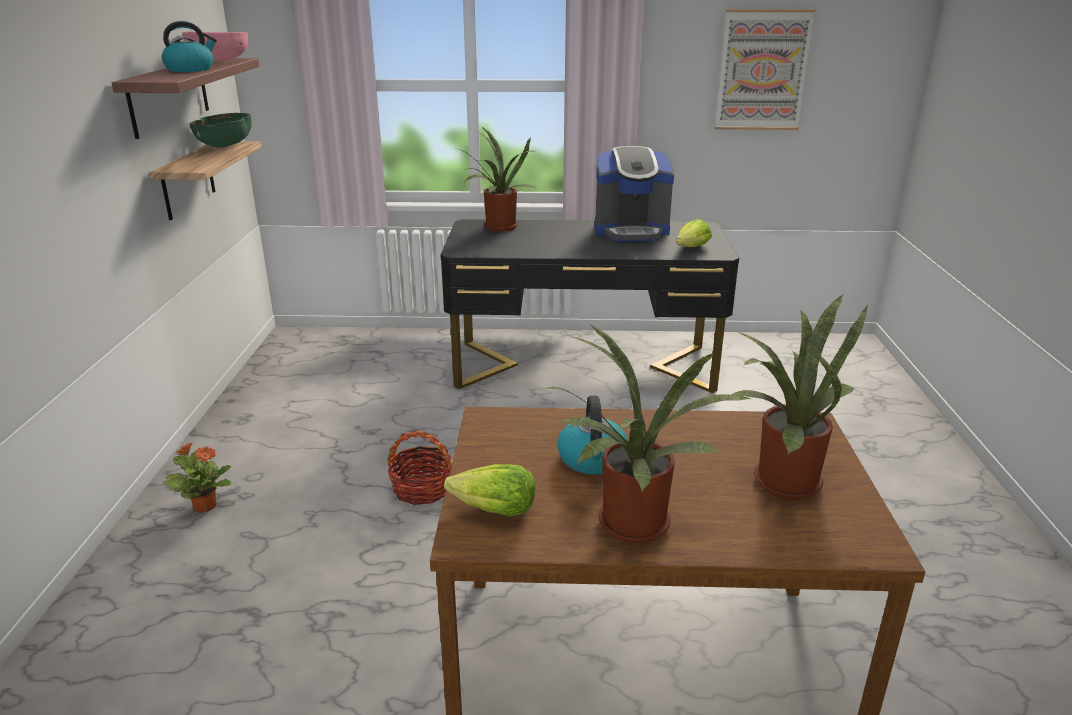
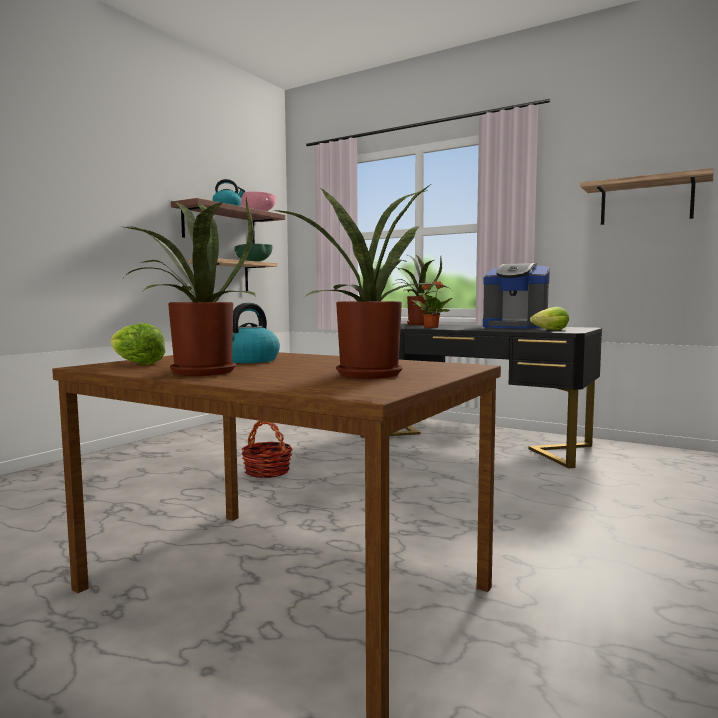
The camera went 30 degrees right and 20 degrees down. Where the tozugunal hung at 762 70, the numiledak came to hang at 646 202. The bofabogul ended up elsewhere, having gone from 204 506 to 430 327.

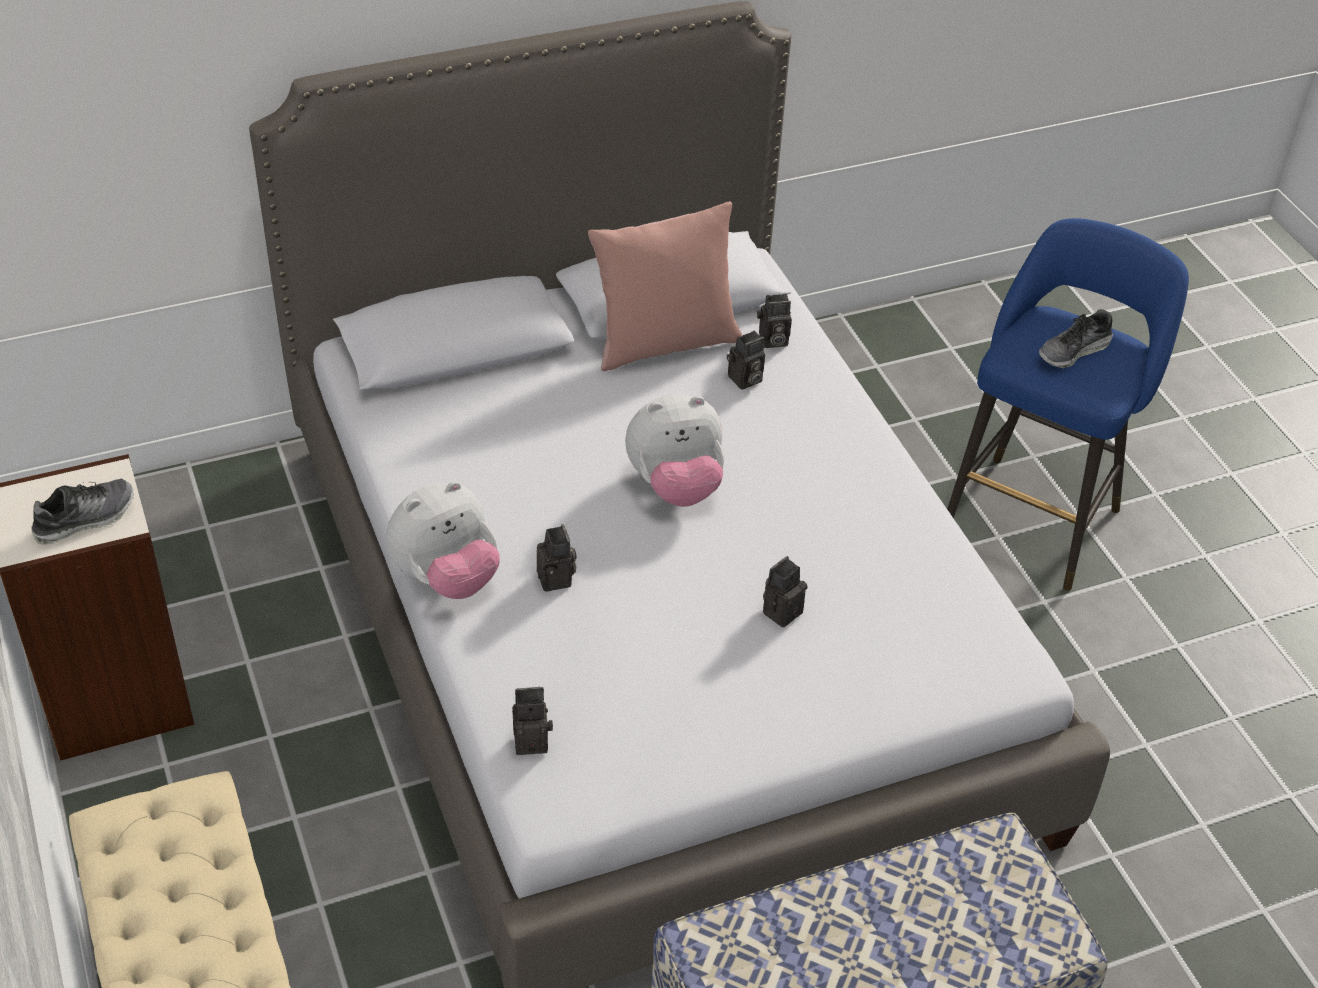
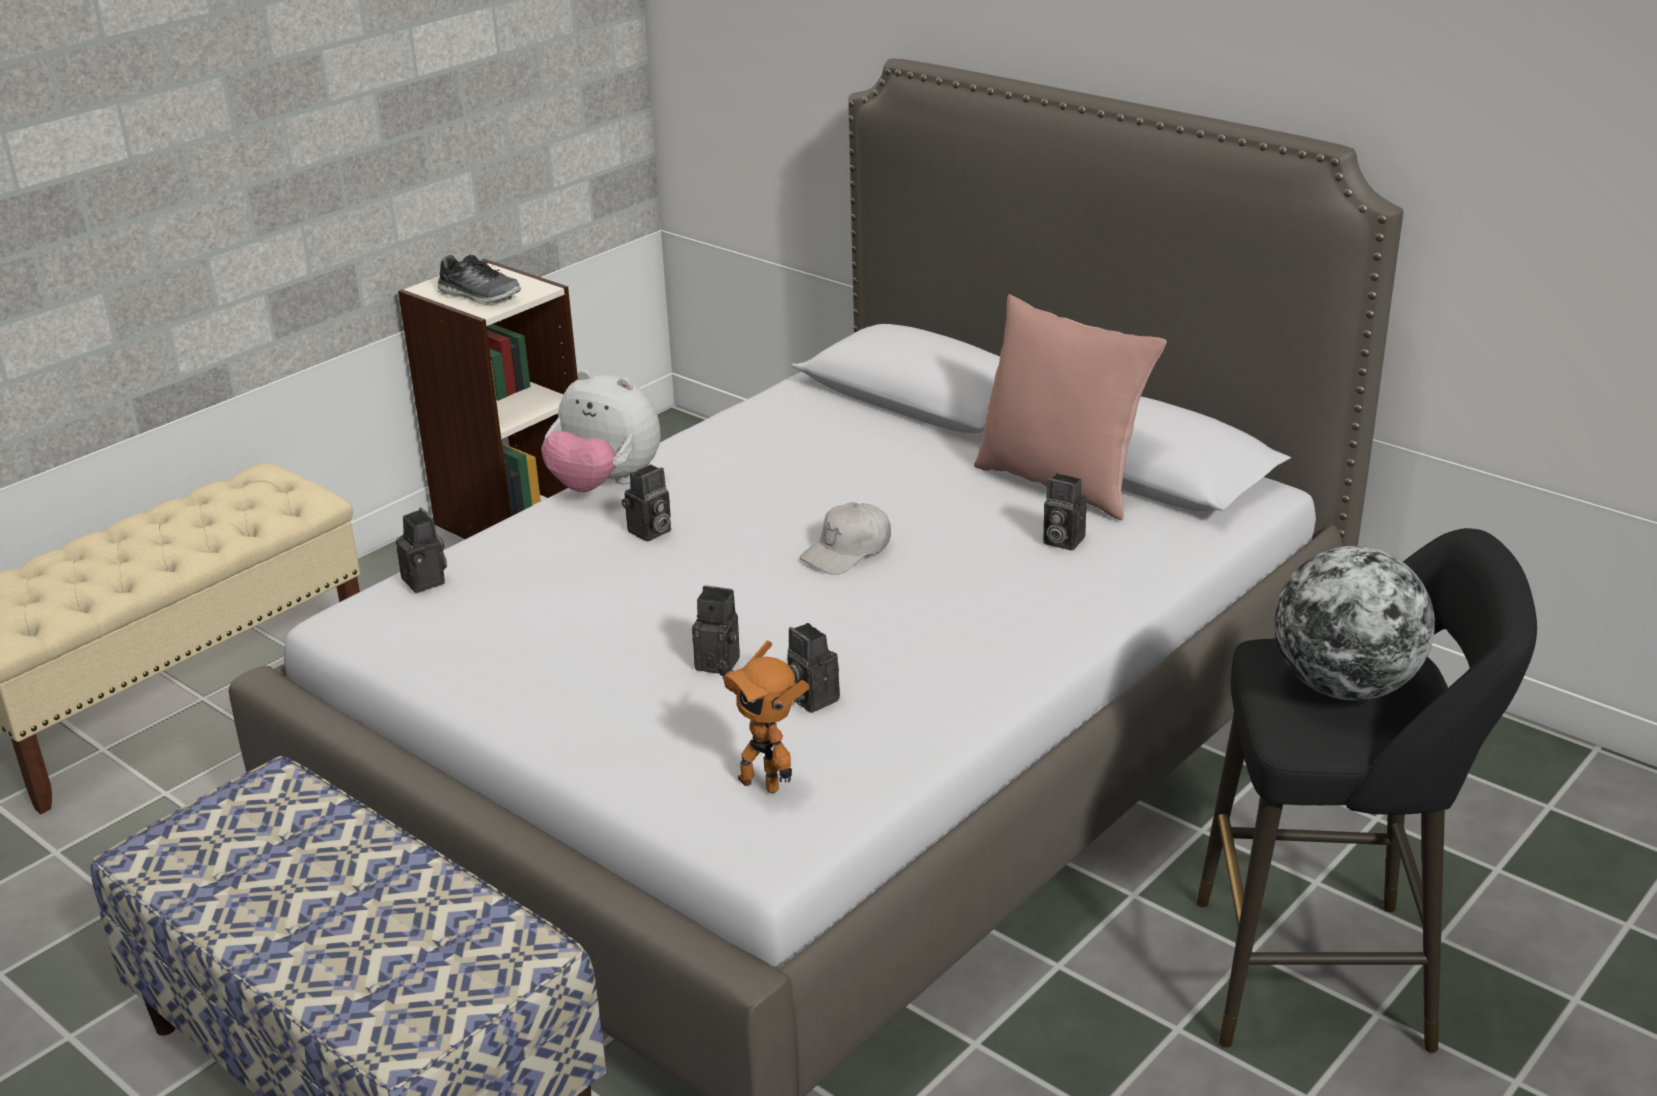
The camera went 65 degrees right and 15 degrees down. What was the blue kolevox at 1035 515 turned into the black kolevox at 1328 973. The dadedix ended up elsewhere, having gone from 772 341 to 810 698. Where the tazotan stood at 1073 351, the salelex came to stand at 1345 687. Where the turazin stood at 675 486, the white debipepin came to stand at 847 552. The second view gained the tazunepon at 762 782.

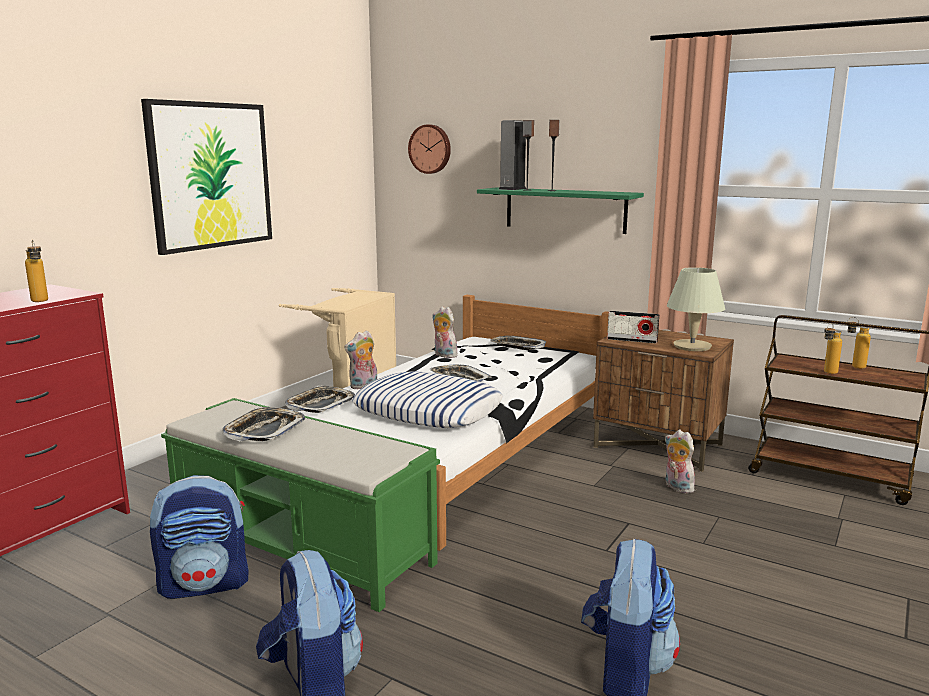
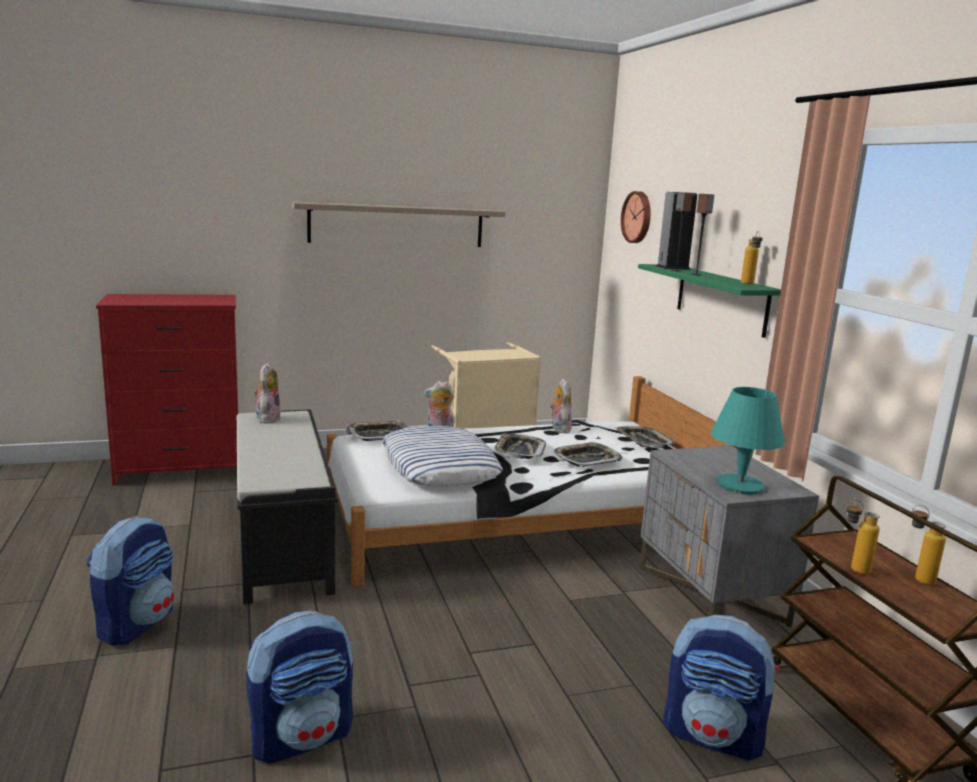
The camera went 40 degrees right and 0 degrees up. Where the tozugunal hung at 210 175, the numiledak came to hang at 397 225. The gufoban ended up elsewhere, having gone from 41 302 to 748 284. What was the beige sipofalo at 691 346 turned into the turquoise sipofalo at 739 485. The second view lost the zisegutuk at 632 340. What was the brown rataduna at 658 446 turned into the grey rataduna at 712 597. What was the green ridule at 303 547 turned into the black ridule at 282 541. The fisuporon ended up elsewhere, having gone from 264 430 to 586 460. The turazin ended up elsewhere, having gone from 676 487 to 267 418. The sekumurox ended up elsewhere, having gone from 205 584 to 713 736.

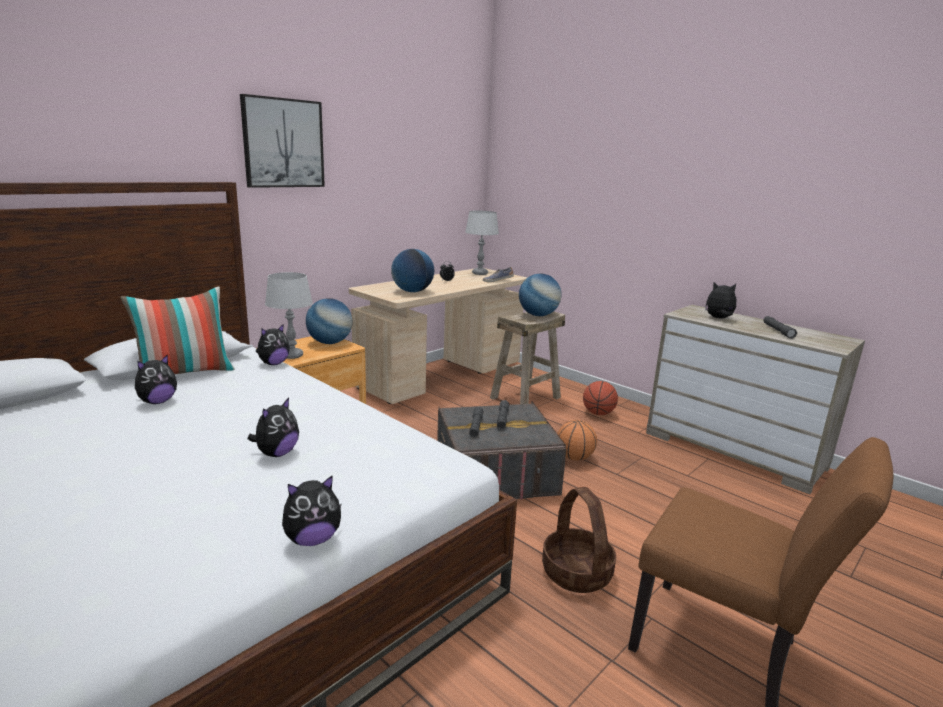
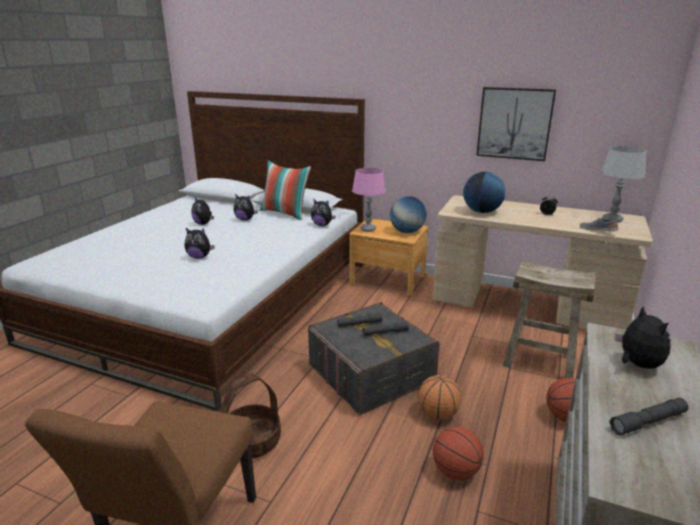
The camera went 70 degrees right and 5 degrees up. The tozugunal ended up elsewhere, having gone from 283 143 to 514 123. What was the grey sipofalo at 292 356 turned into the pink sipofalo at 368 229. The second view lost the salelex at 538 315. The turazin ended up elsewhere, having gone from 312 539 to 203 223. The second view gained the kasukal at 456 471.

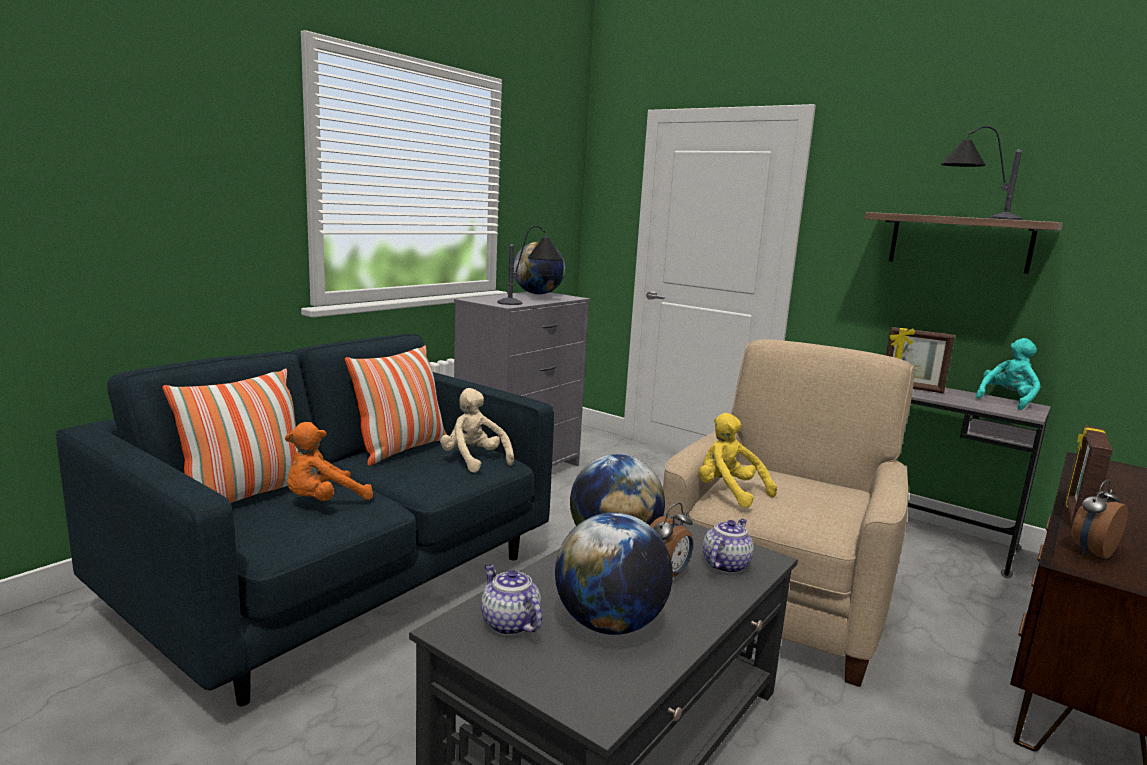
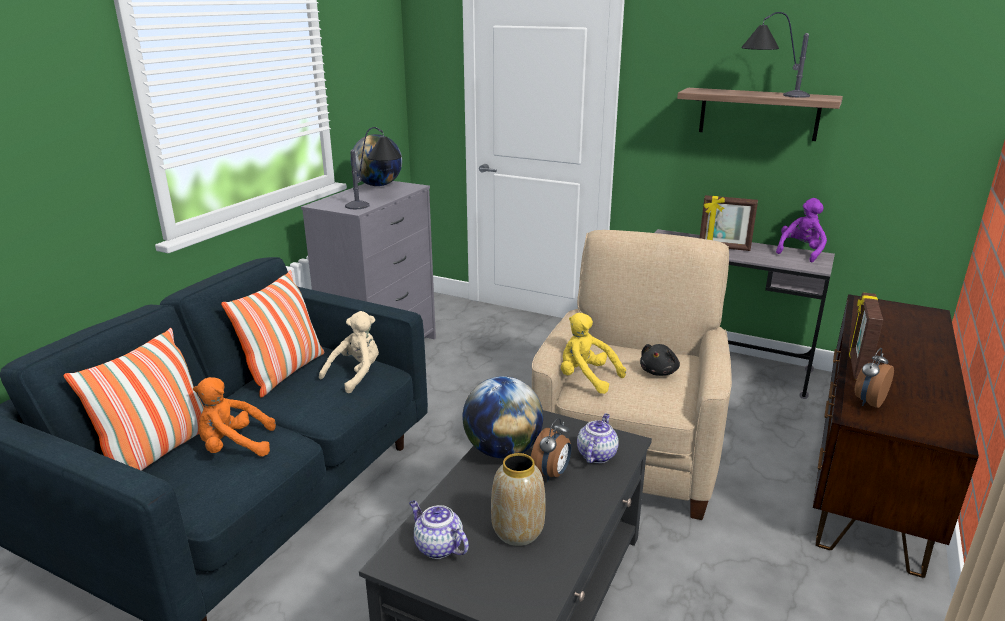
The camera went 10 degrees left and 10 degrees up. What was the turquoise turazin at 1006 400 turned into the purple turazin at 800 252. The beige turazin at 474 460 ended up facing another way, 90 degrees clockwise from before. The orange turazin at 323 502 ended up facing another way, 45 degrees clockwise from before. Where the salelex stood at 609 624, the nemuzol came to stand at 518 532. The second view gained the black turazin at 659 372.

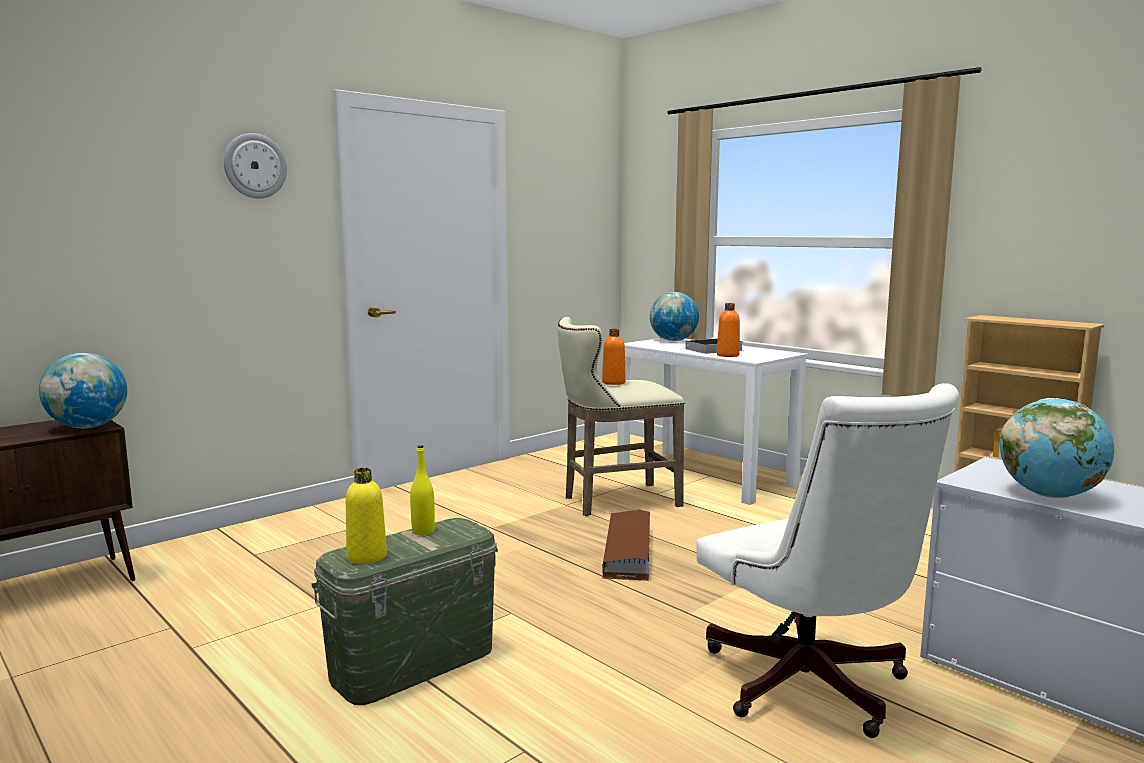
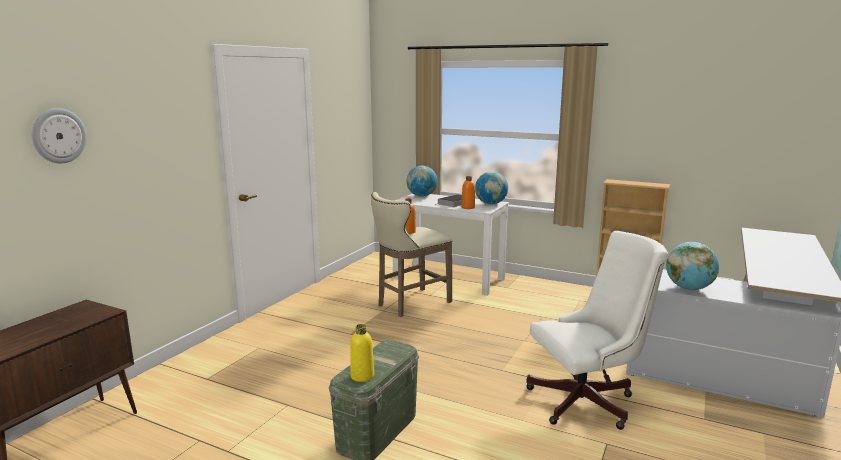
The camera went 20 degrees left and 5 degrees up. The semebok ended up elsewhere, having gone from 255 166 to 58 135. The salelex ended up elsewhere, having gone from 88 427 to 491 204. The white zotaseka at 812 689 ended up facing another way, 60 degrees counterclockwise from before. The second view lost the yellow gufoban at 423 532. The second view lost the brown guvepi at 628 552.

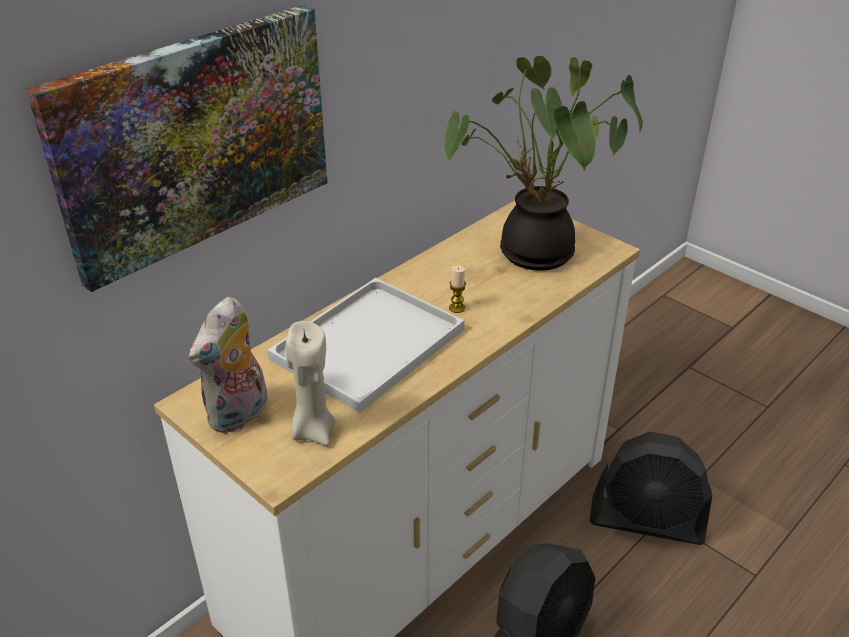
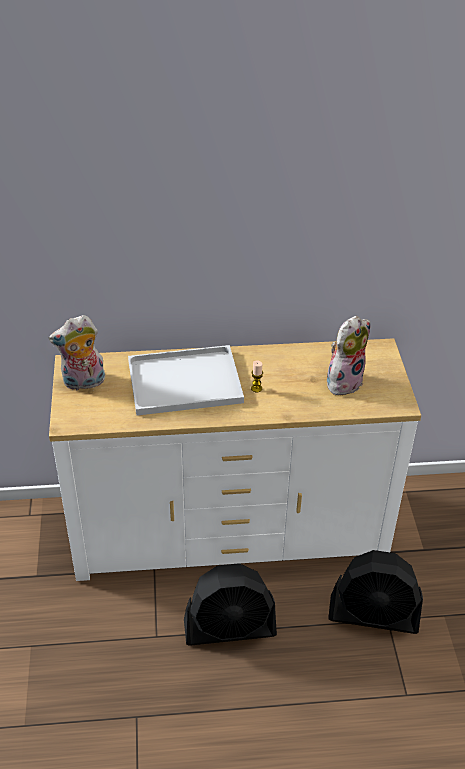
The camera went 40 degrees right and 5 degrees up. The second view lost the tozugunal at 195 140. Where the bofabogul stood at 531 256, the turazin came to stand at 343 381. The second view lost the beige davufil at 312 430. The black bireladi at 647 521 ended up facing another way, 45 degrees counterclockwise from before.

